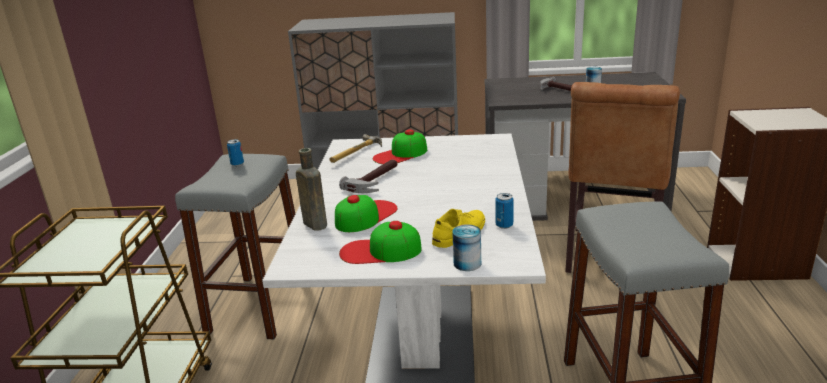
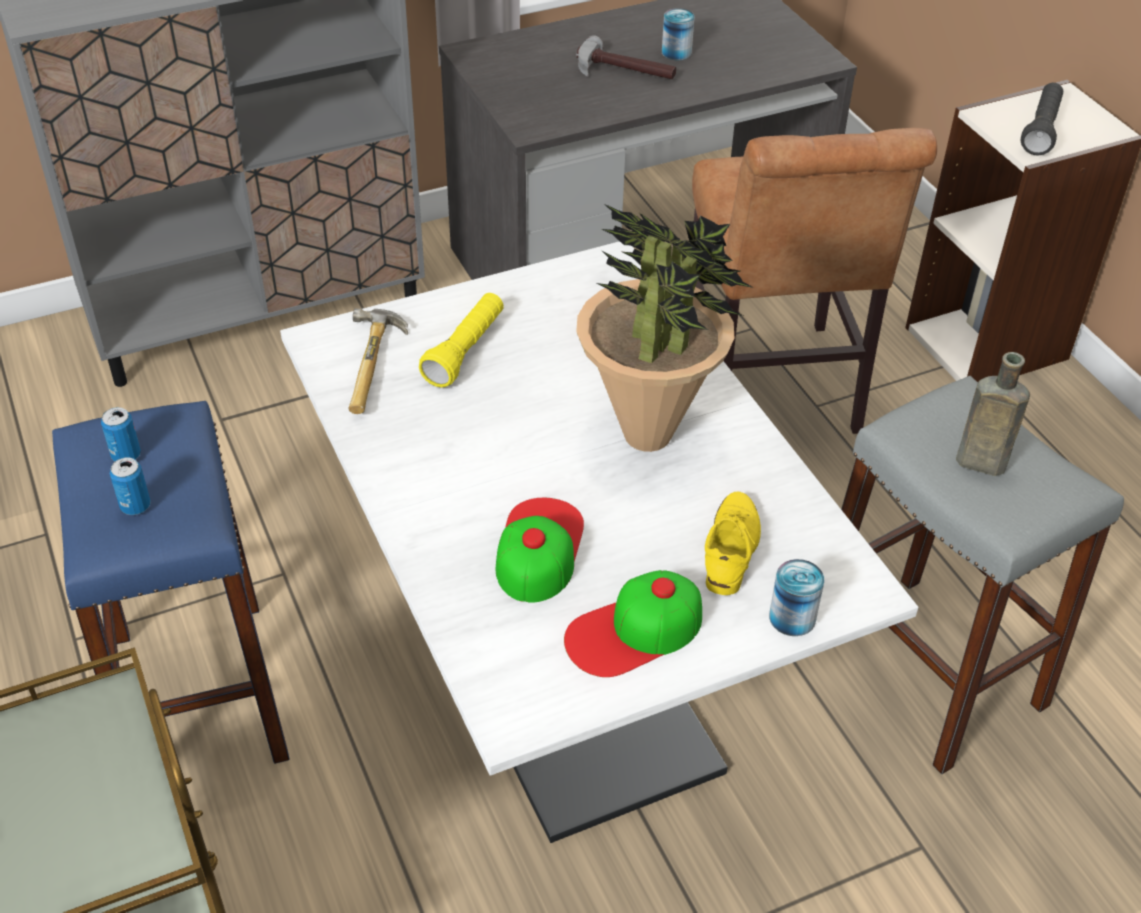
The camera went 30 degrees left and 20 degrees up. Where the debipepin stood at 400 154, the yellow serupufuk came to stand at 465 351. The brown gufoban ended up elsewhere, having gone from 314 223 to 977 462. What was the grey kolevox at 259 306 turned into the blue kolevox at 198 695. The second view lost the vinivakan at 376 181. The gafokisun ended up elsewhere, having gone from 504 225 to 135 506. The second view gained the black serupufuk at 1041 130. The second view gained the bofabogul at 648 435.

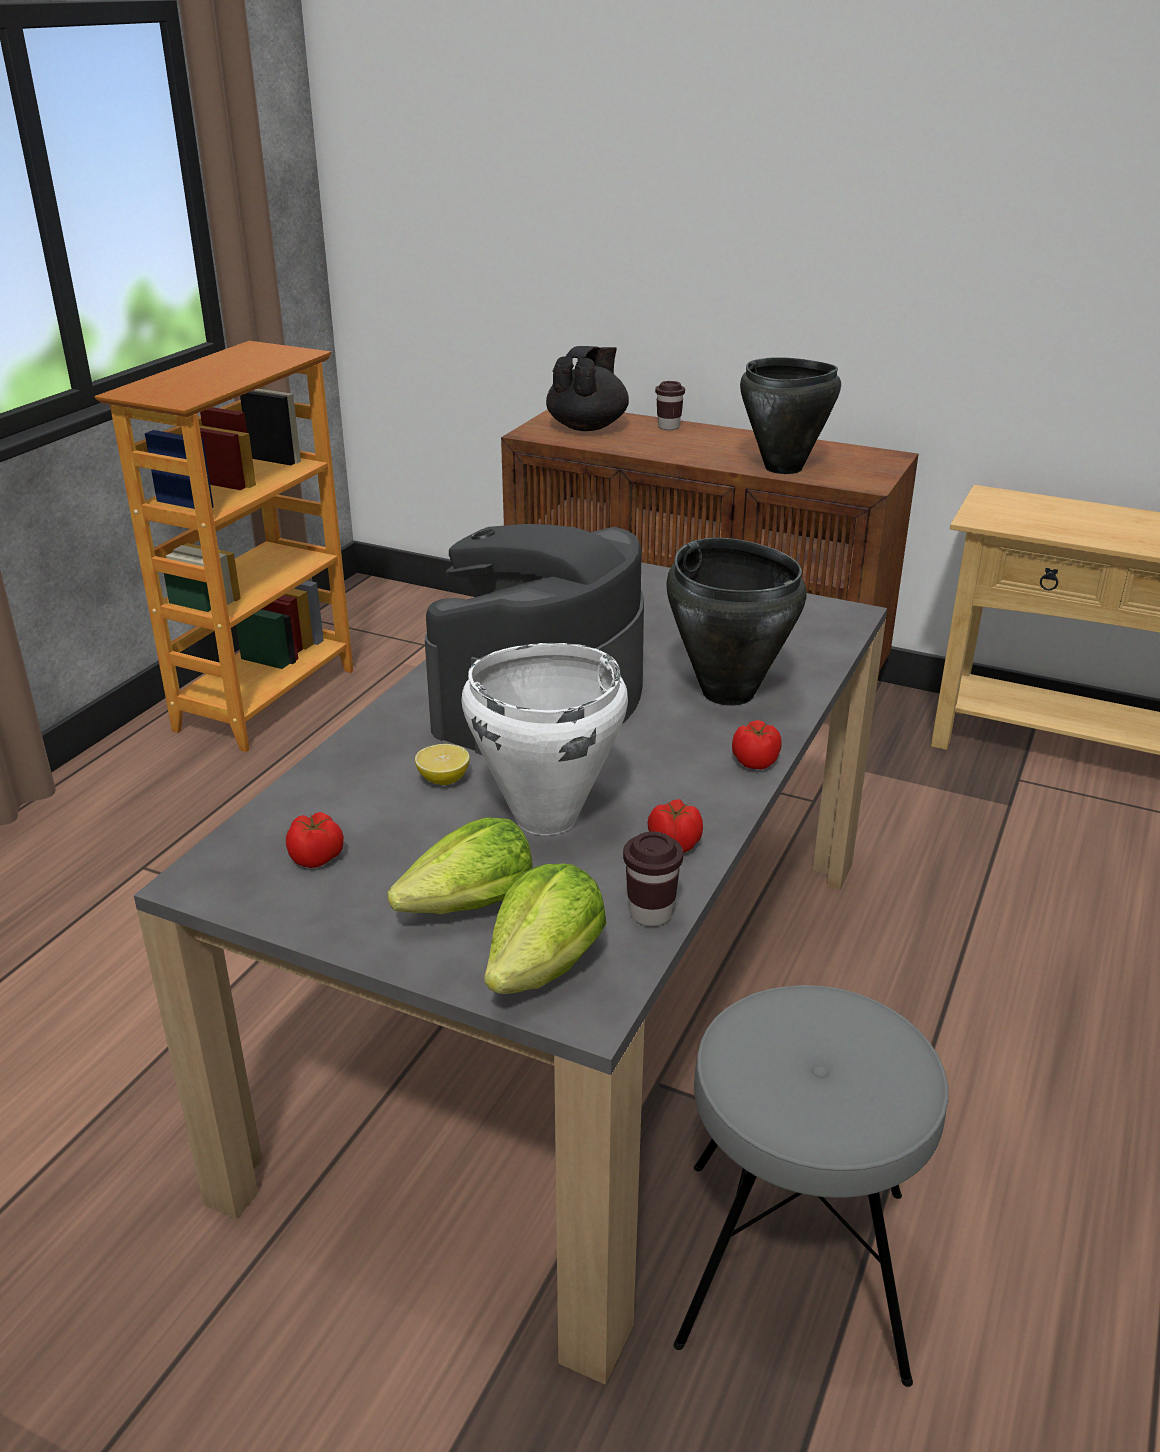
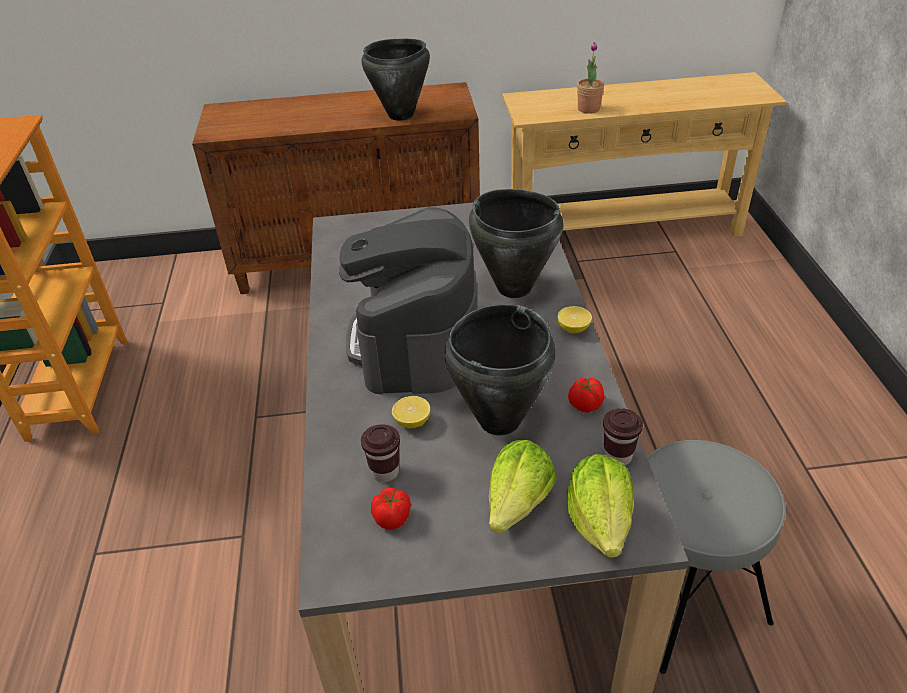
The camera went 30 degrees left and 10 degrees up. The second view lost the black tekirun at 588 426. The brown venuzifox ended up elsewhere, having gone from 668 427 to 385 472. What was the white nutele at 544 817 turned into the black nutele at 498 420. Where the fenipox stood at 756 762, the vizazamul came to stand at 573 329. The second view gained the bofabogul at 588 109.

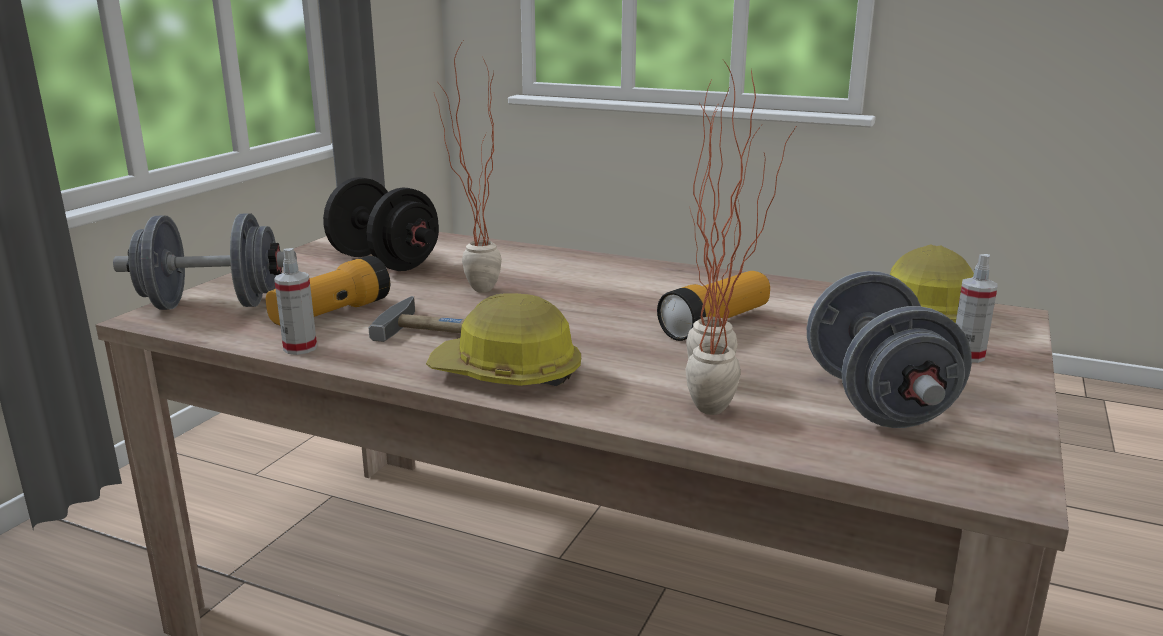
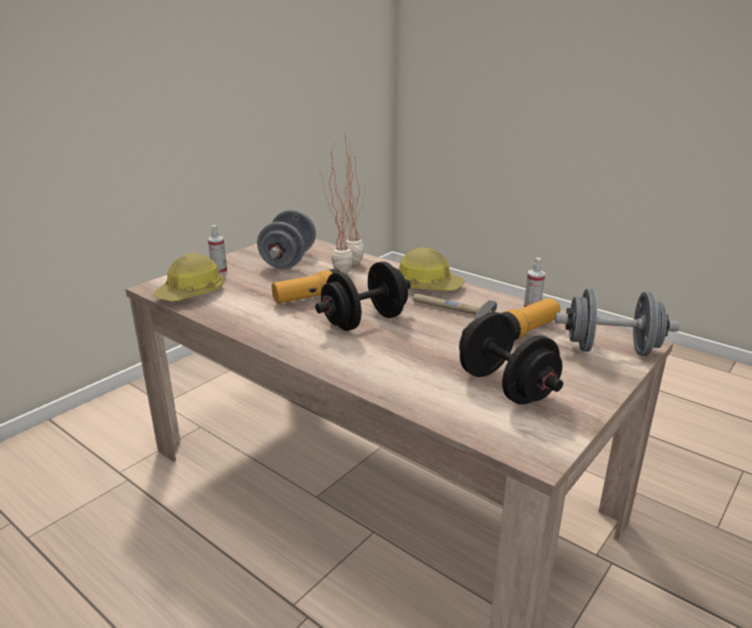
The camera went 165 degrees left and 5 degrees up. The second view lost the bofabogul at 471 292. The second view gained the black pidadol at 364 321.

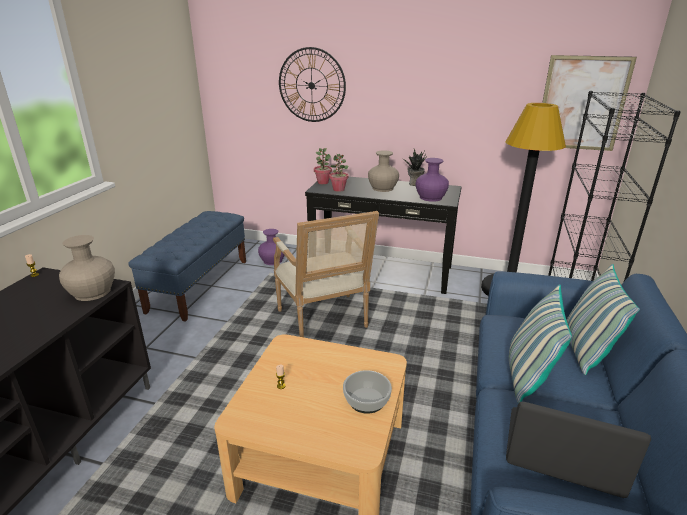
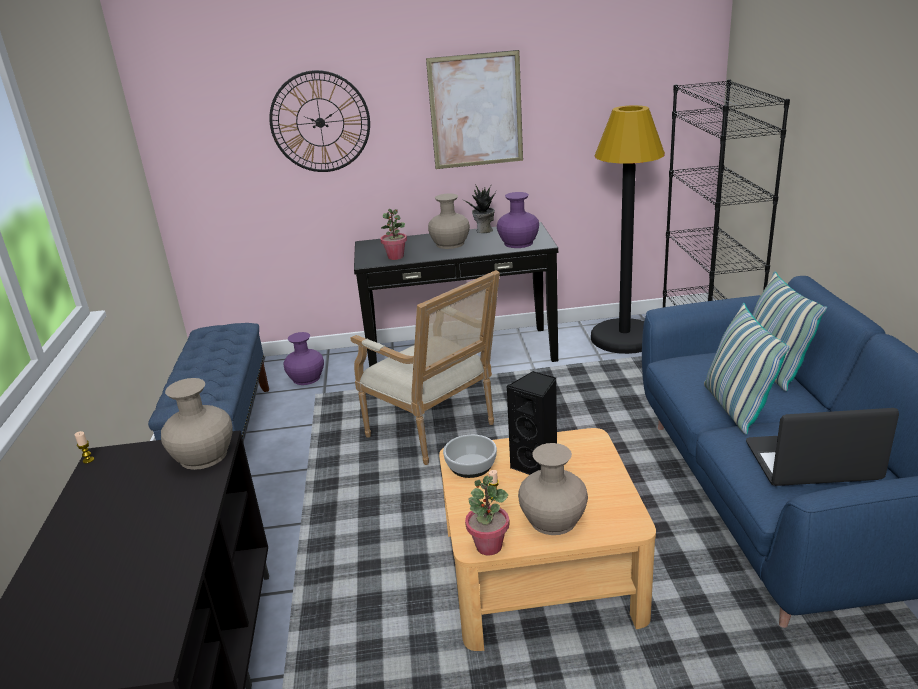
The camera went 20 degrees left and 0 degrees up. The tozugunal ended up elsewhere, having gone from 582 104 to 476 111. The bofabogul ended up elsewhere, having gone from 323 182 to 489 546. The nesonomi ended up elsewhere, having gone from 366 400 to 470 466. The second view gained the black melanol at 537 465. The second view gained the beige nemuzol at 553 519.

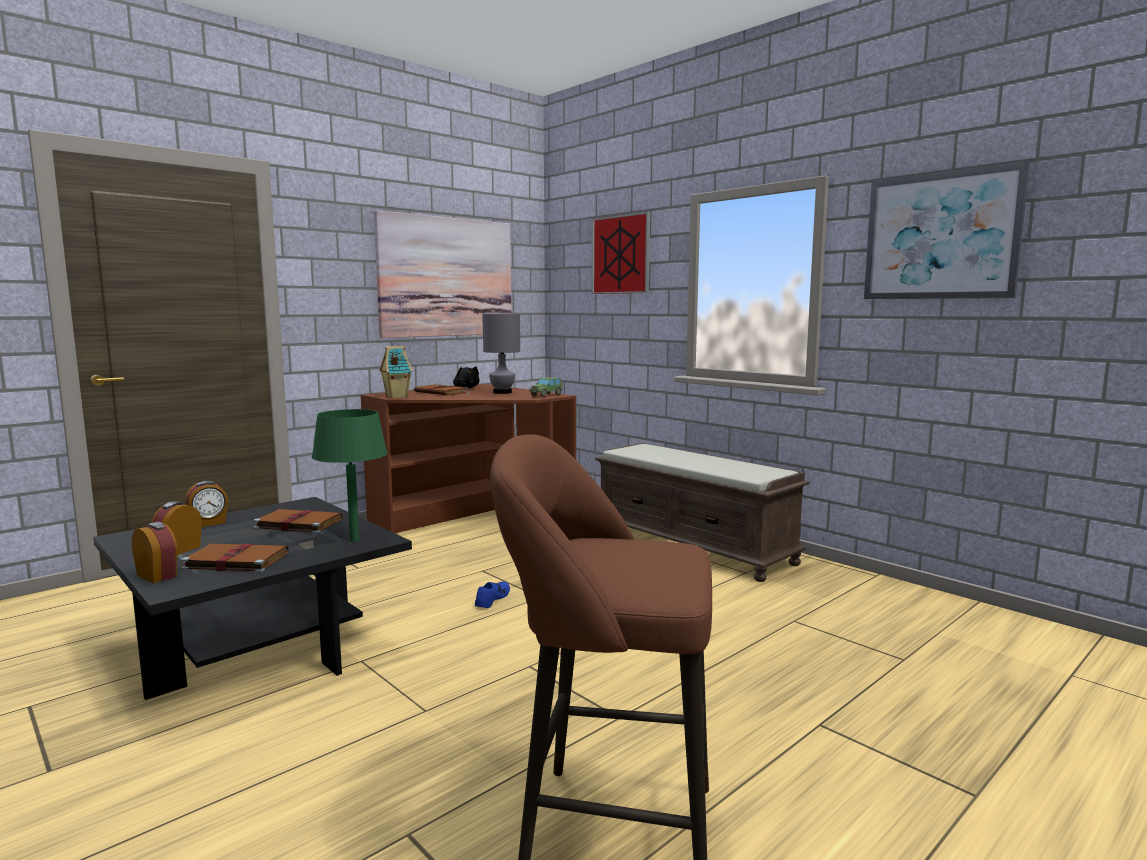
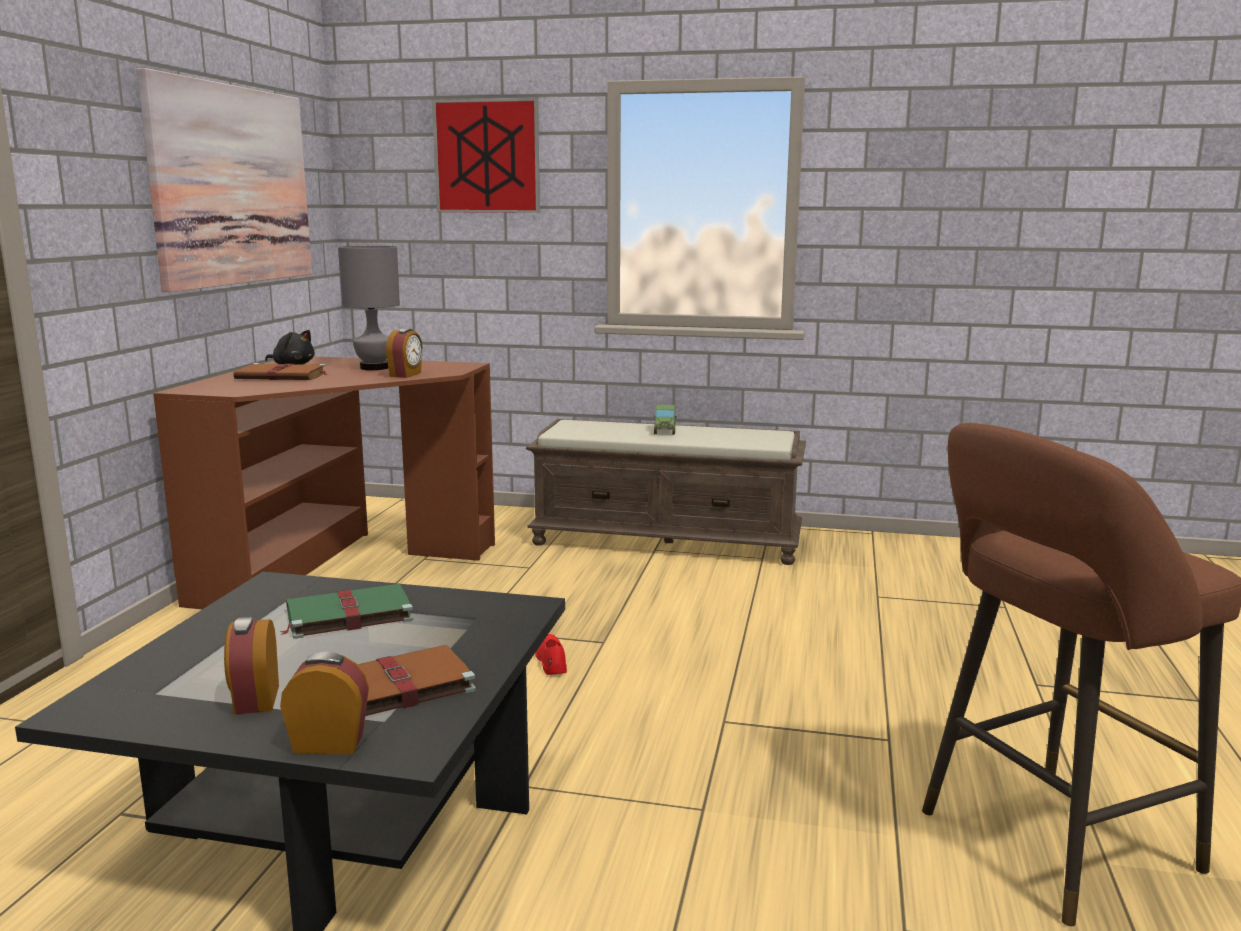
The camera went 35 degrees left and 5 degrees up. The second view lost the tozugunal at 940 236. The second view lost the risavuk at 396 397. The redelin ended up elsewhere, having gone from 546 395 to 664 430. The second view lost the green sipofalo at 354 540. The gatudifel ended up elsewhere, having gone from 208 523 to 406 375. What was the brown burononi at 297 524 turned into the green burononi at 346 615. What was the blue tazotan at 492 599 turned into the red tazotan at 551 660.

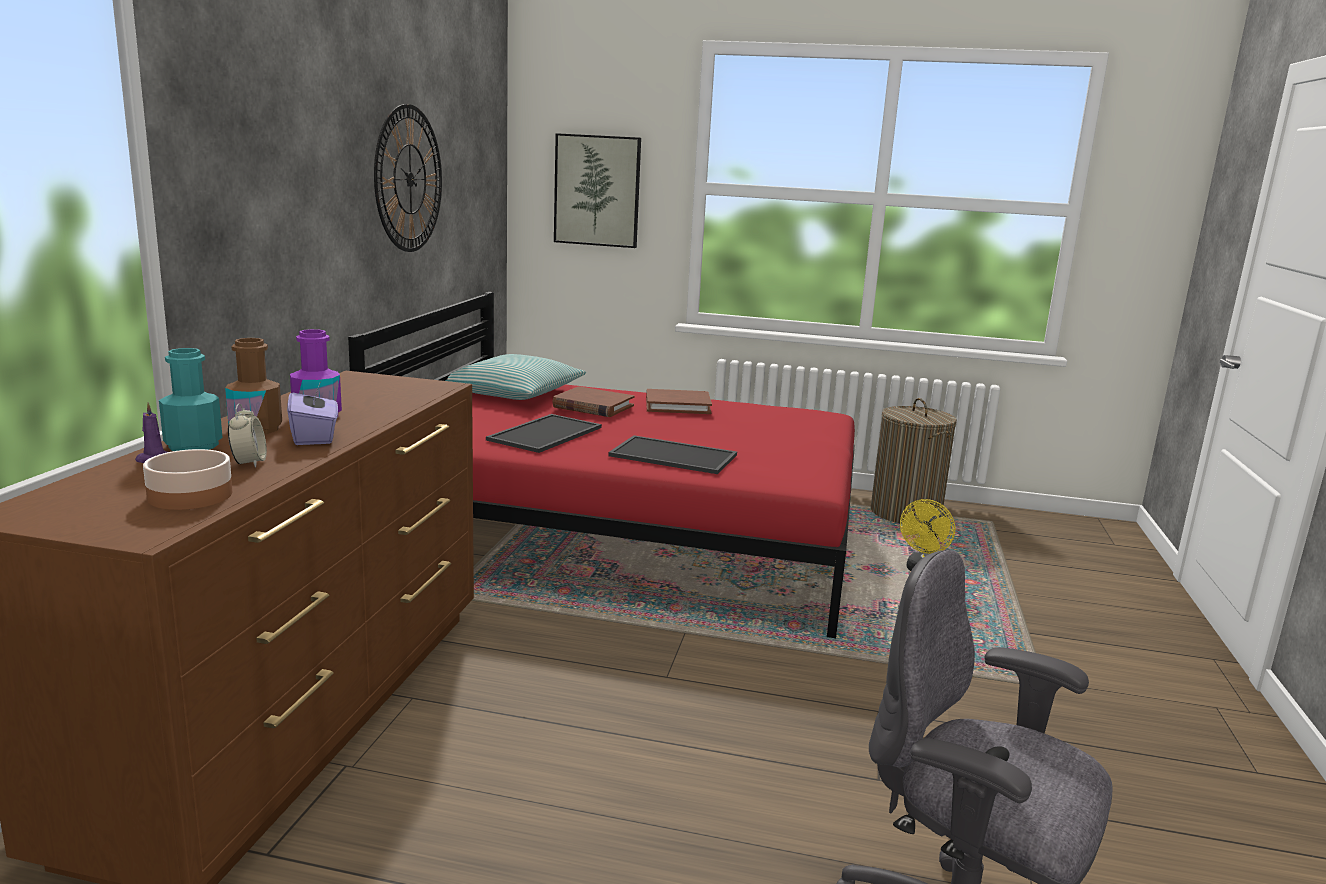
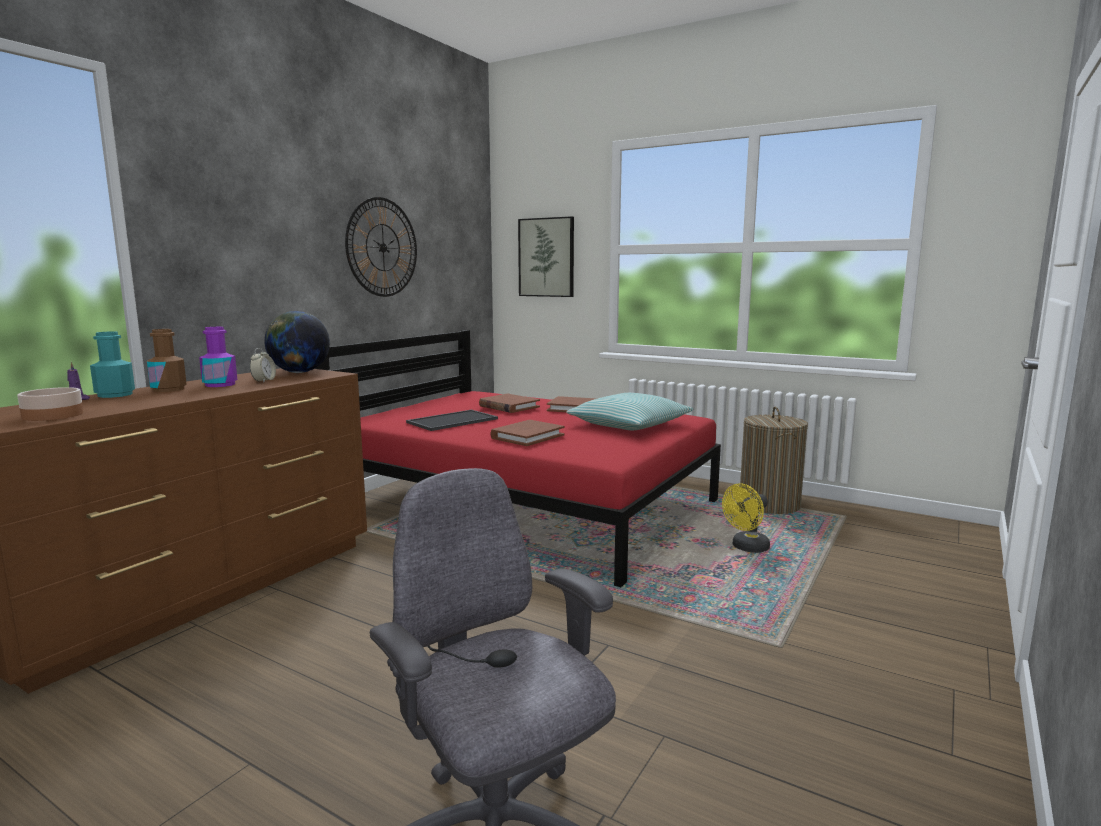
The camera went 20 degrees right and 5 degrees down. The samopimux ended up elsewhere, having gone from 514 392 to 629 425. The second view lost the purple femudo at 315 437. The gatudifel ended up elsewhere, having gone from 249 463 to 264 381. Where the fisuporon stood at 675 455, the brown burononi came to stand at 527 436. The second view gained the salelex at 299 372.

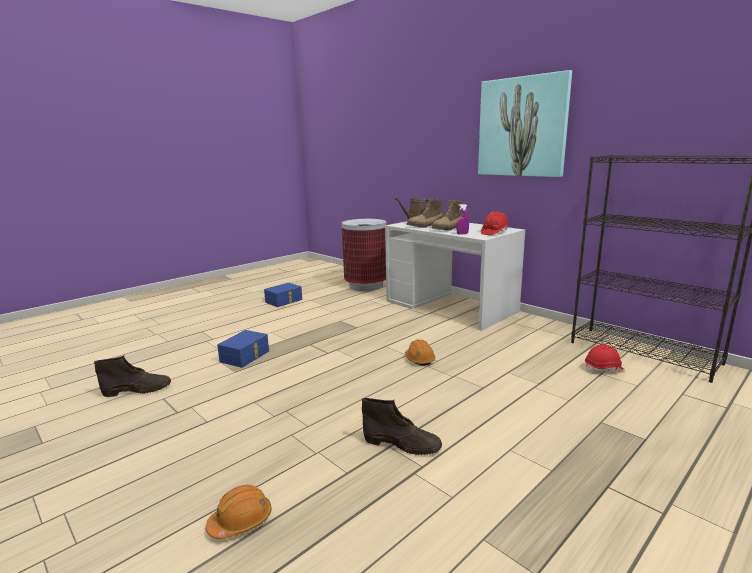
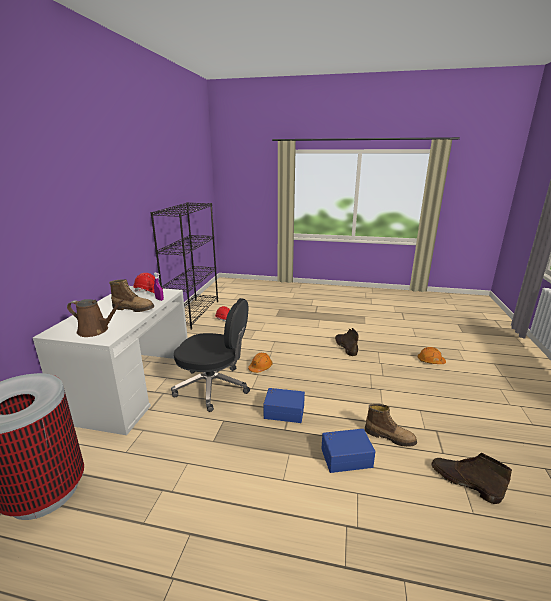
The camera went 125 degrees left and 5 degrees up. The second view lost the tozugunal at 522 127. The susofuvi ended up elsewhere, having gone from 425 226 to 389 436. The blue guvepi ended up elsewhere, having gone from 284 301 to 284 411. The second view gained the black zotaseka at 213 387.

